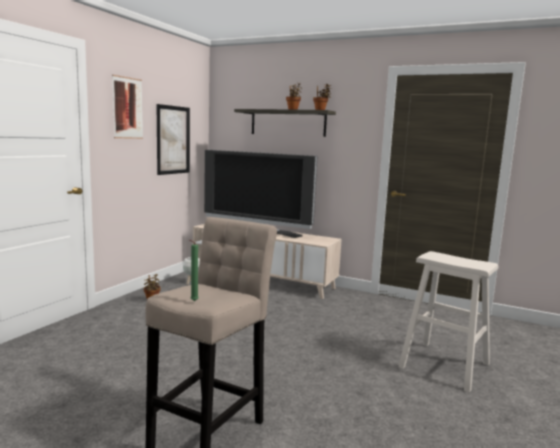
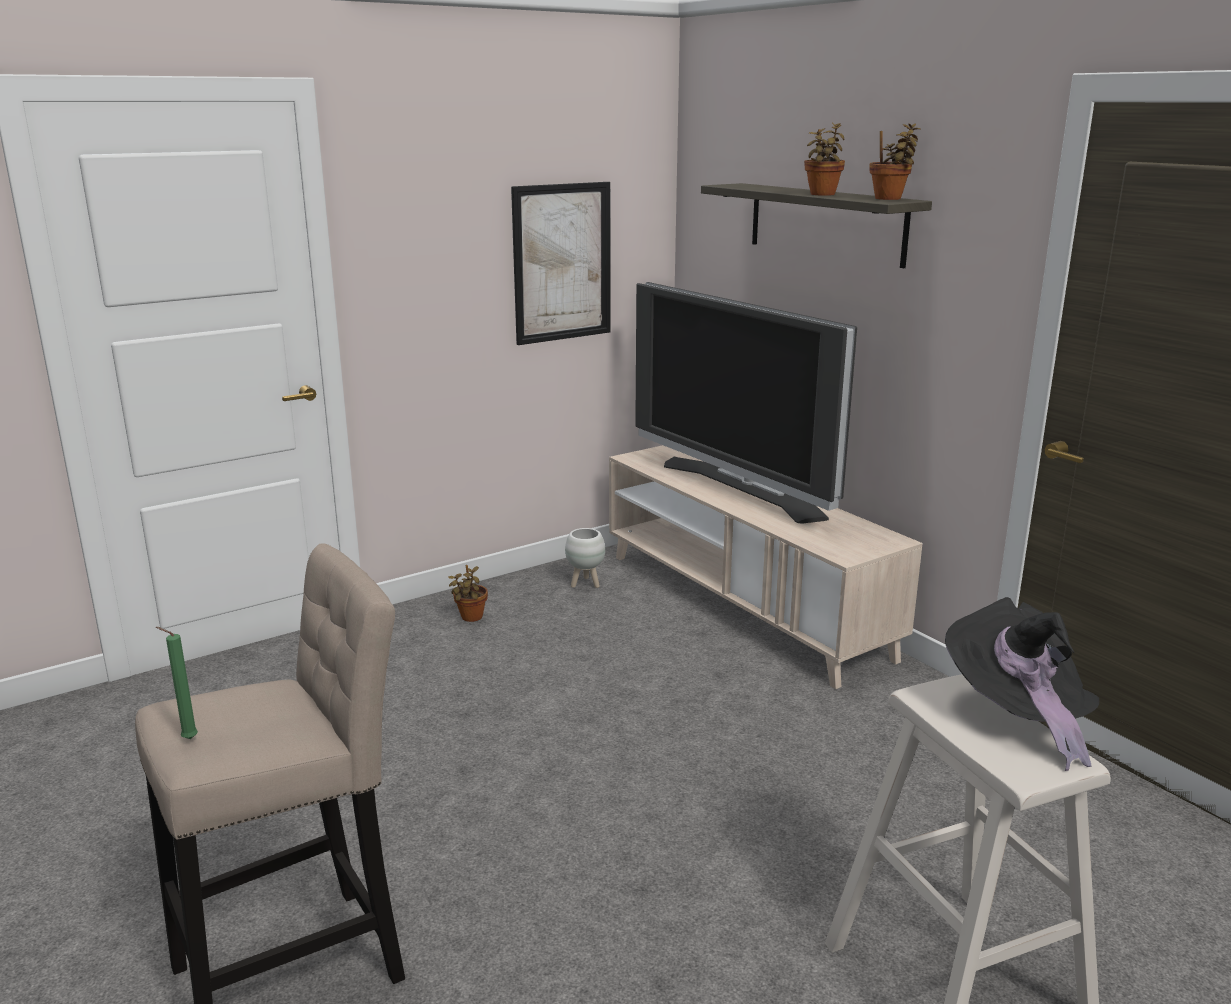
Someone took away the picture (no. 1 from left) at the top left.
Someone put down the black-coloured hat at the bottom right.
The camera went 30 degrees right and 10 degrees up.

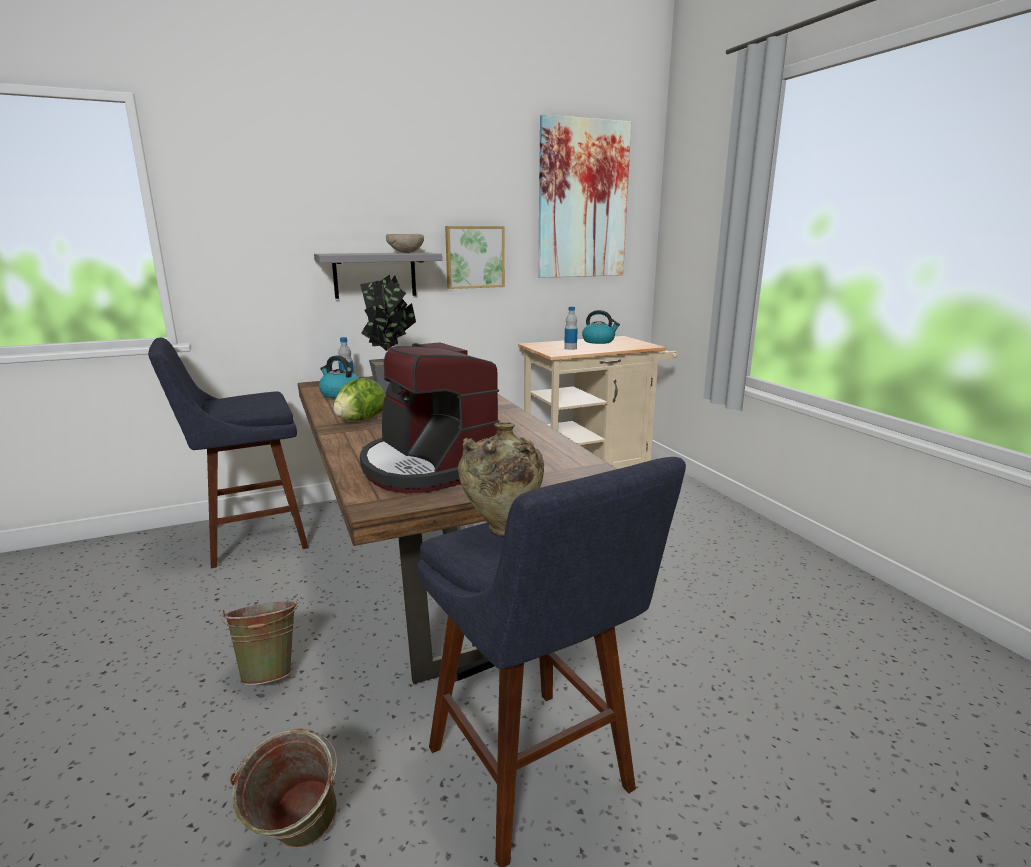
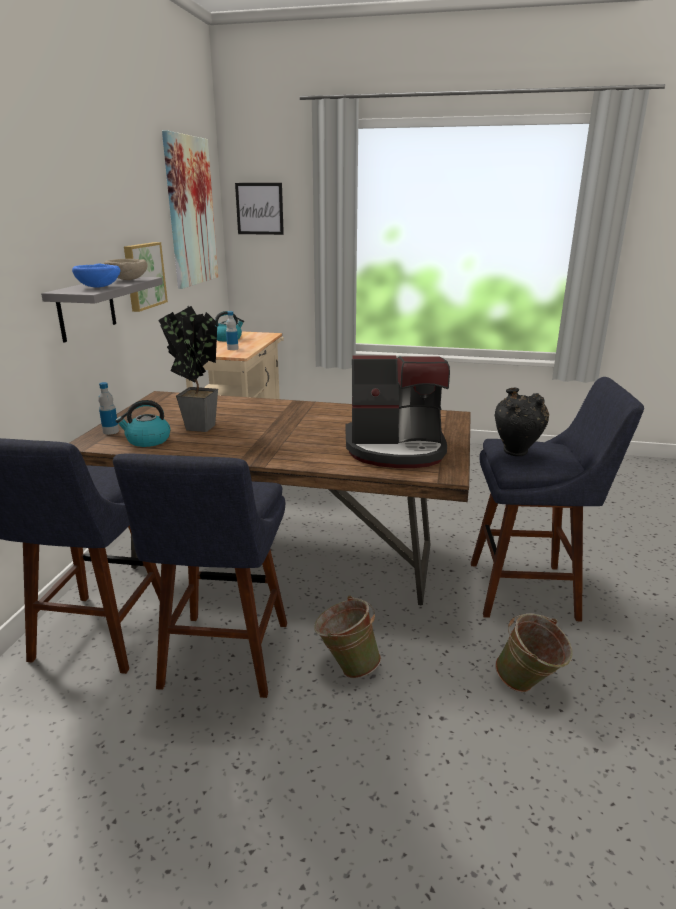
Someone took away the lettuce head at the centre.
Someone repainted the beige-coloured vase at the centre, which became the black-coloured vase at the middle right.
Someone put up the picture (no. 3 from left) at the top centre.
Someone put down the blue bowl at the top left.
Someone put down the blue sitting stool (no. 2 from left) at the middle left.
The camera went 55 degrees left and 5 degrees up.

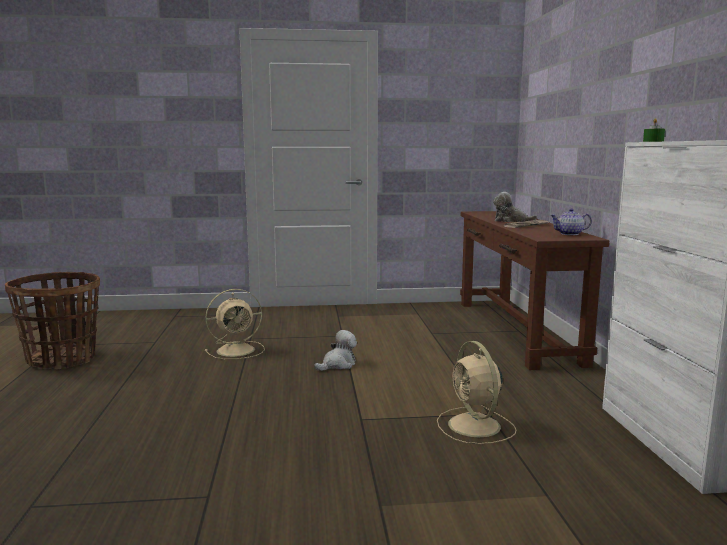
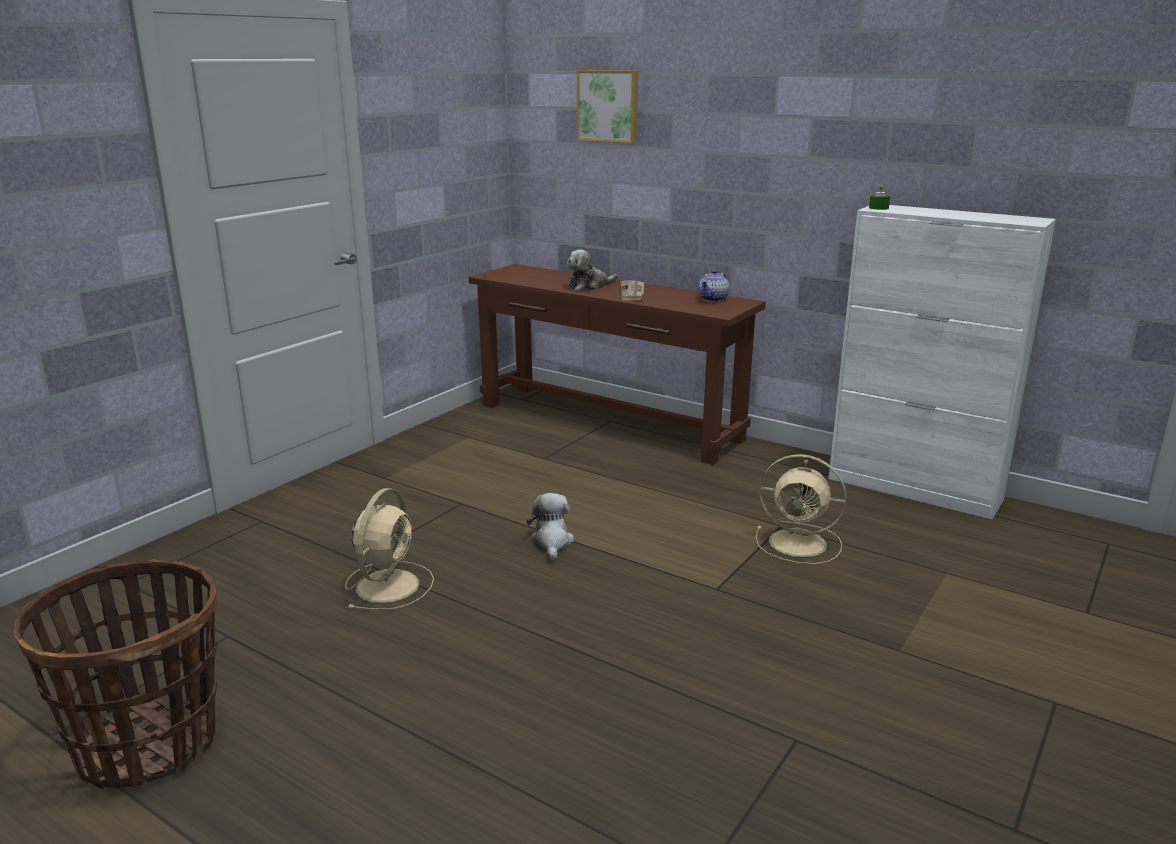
Someone put up the picture at the top centre.
The camera went 50 degrees left and 10 degrees up.

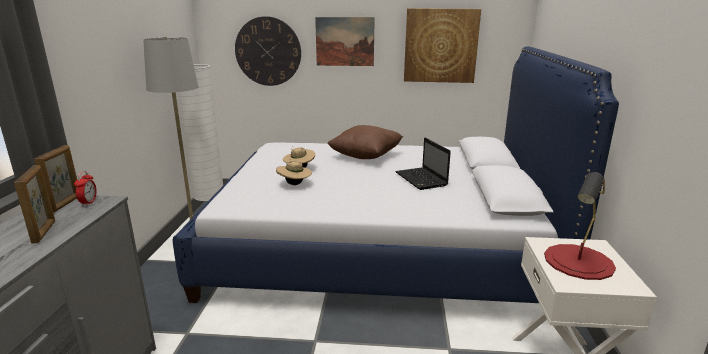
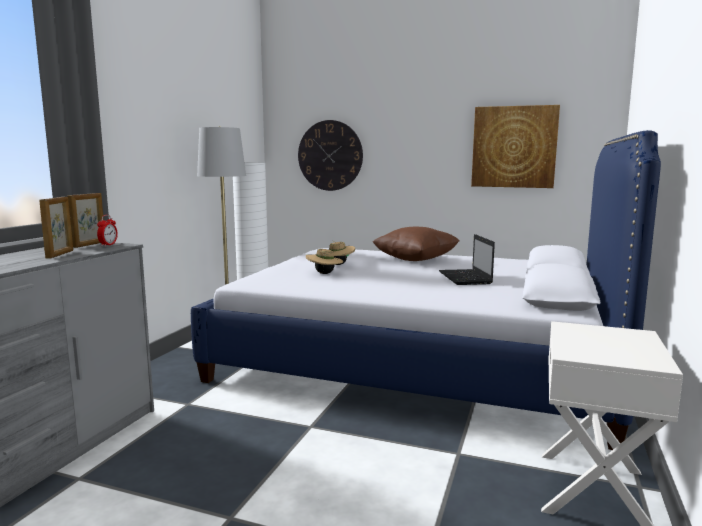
Someone took away the picture (no. 1 from left) at the top centre.
Someone took away the red-coloured lamp for a table at the middle right.
The camera went 15 degrees right and 10 degrees down.

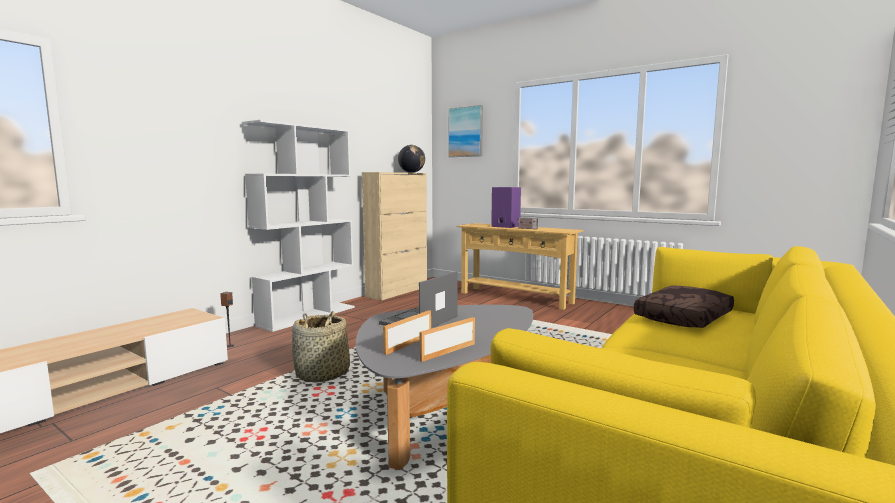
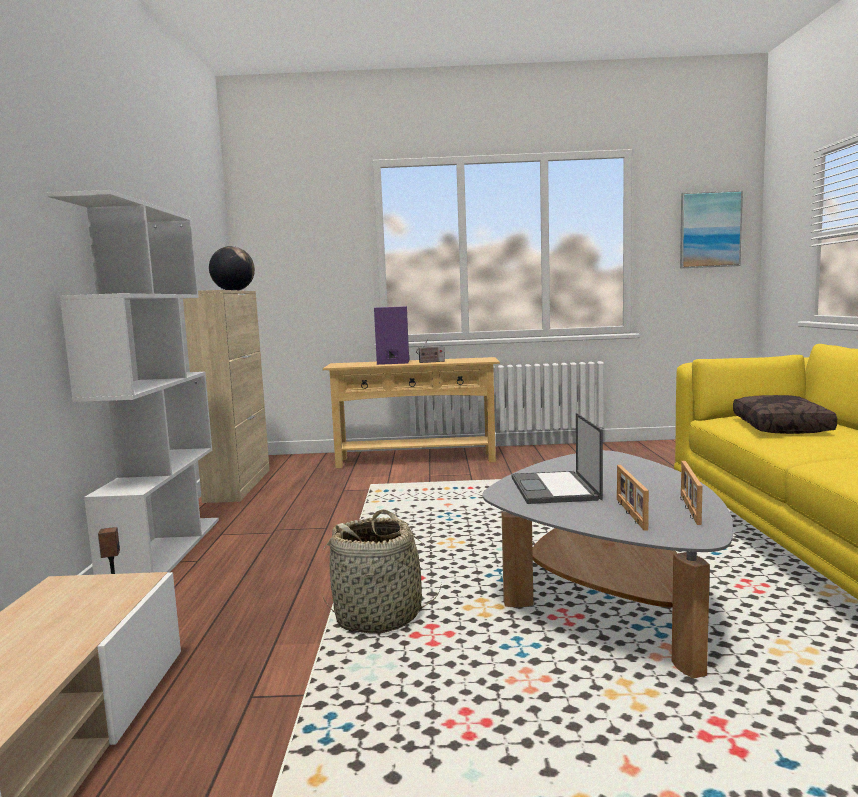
Someone carried the picture from the top centre to the top right.
The camera went 35 degrees left and 0 degrees up.

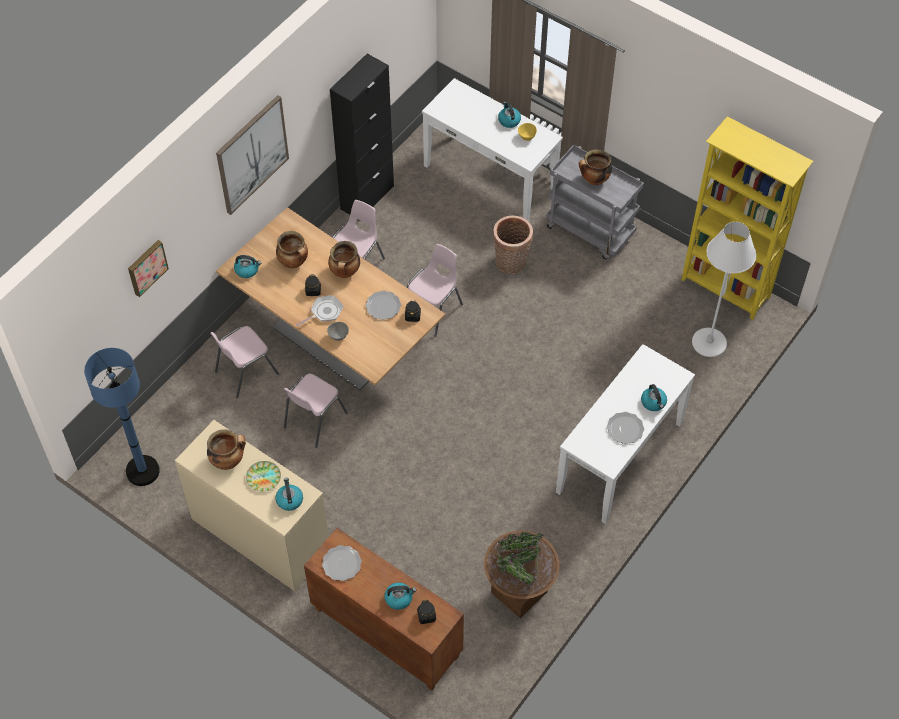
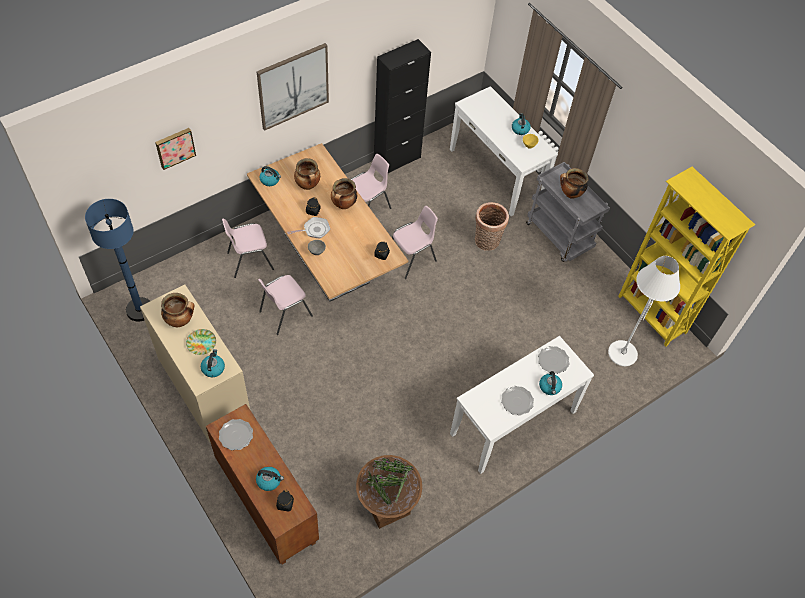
Someone carried the flat dish (no. 3 from left in the first image) from the centre to the middle right.
The camera went 15 degrees right and 0 degrees up.

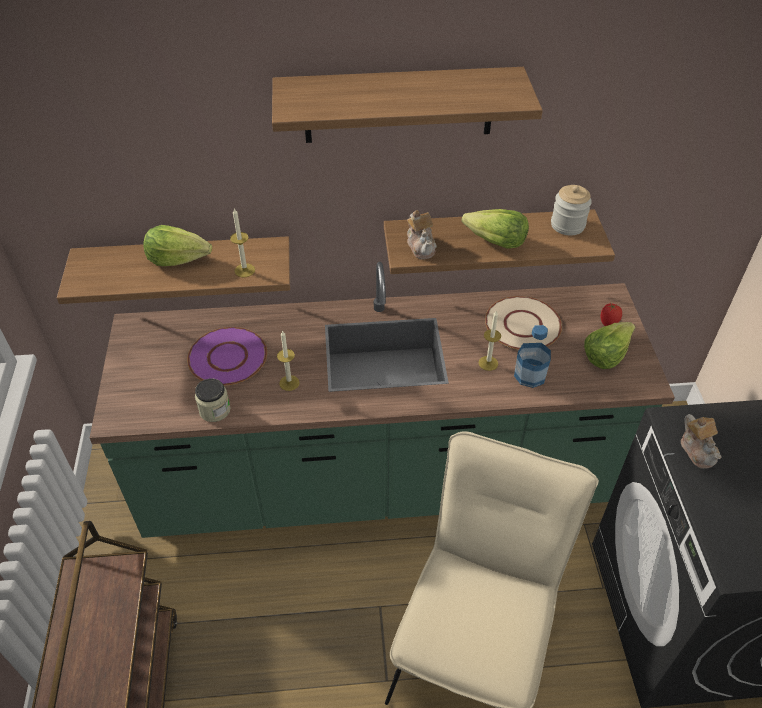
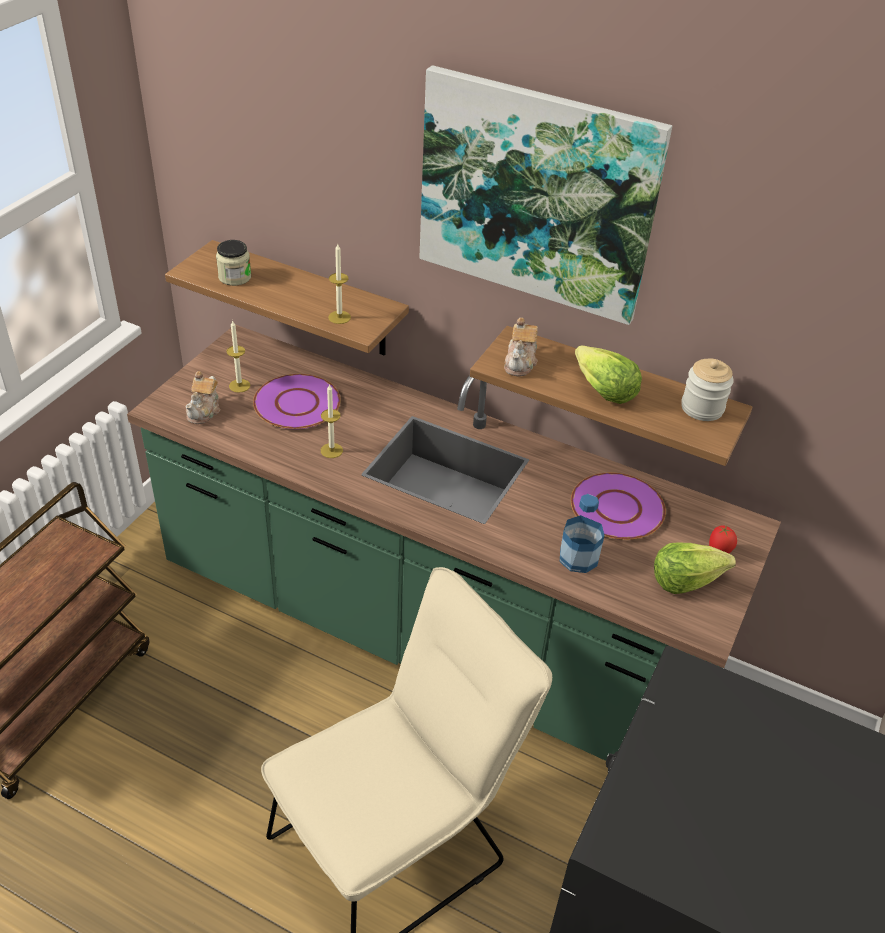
Someone swapped the shelf (no. 2 from left) at the top centre for the picture at the top centre.
Someone took away the lettuce head (no. 1 from left) at the middle left.
Someone repainted the beige-coloured flat dish at the middle right, which became the purplish flat dish (no. 2 from left) at the middle right.
Someone carried the wax candle (no. 3 from left in the first image) from the centre to the middle left.
Someone carried the jar (no. 1 from left) from the middle left to the top left.
Someone carried the teapot (no. 2 from left in the first image) from the middle right to the middle left.
The camera went 30 degrees right and 5 degrees down.

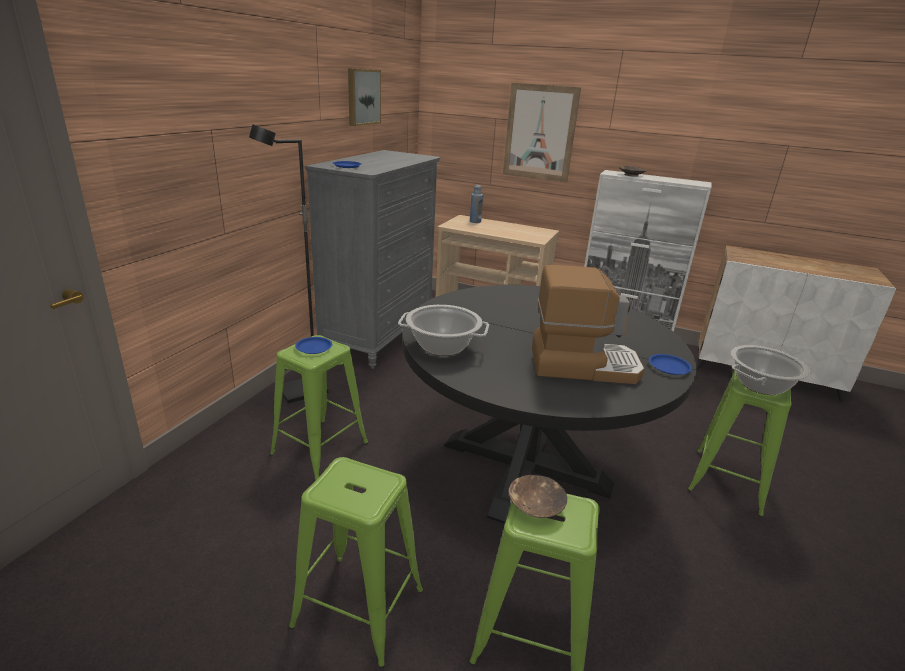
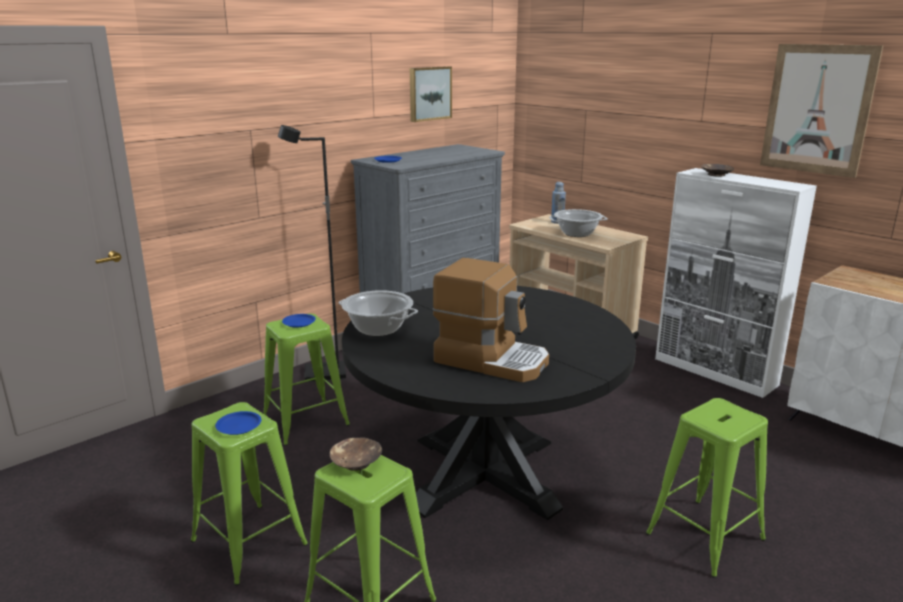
Someone carried the picture (no. 2 from left) from the top centre to the top right.
Someone carried the cooking pot (no. 2 from left) from the middle right to the centre.
Someone carried the blue flat dish (no. 3 from left in the first image) from the middle right to the bottom left.
The camera went 25 degrees right and 5 degrees down.

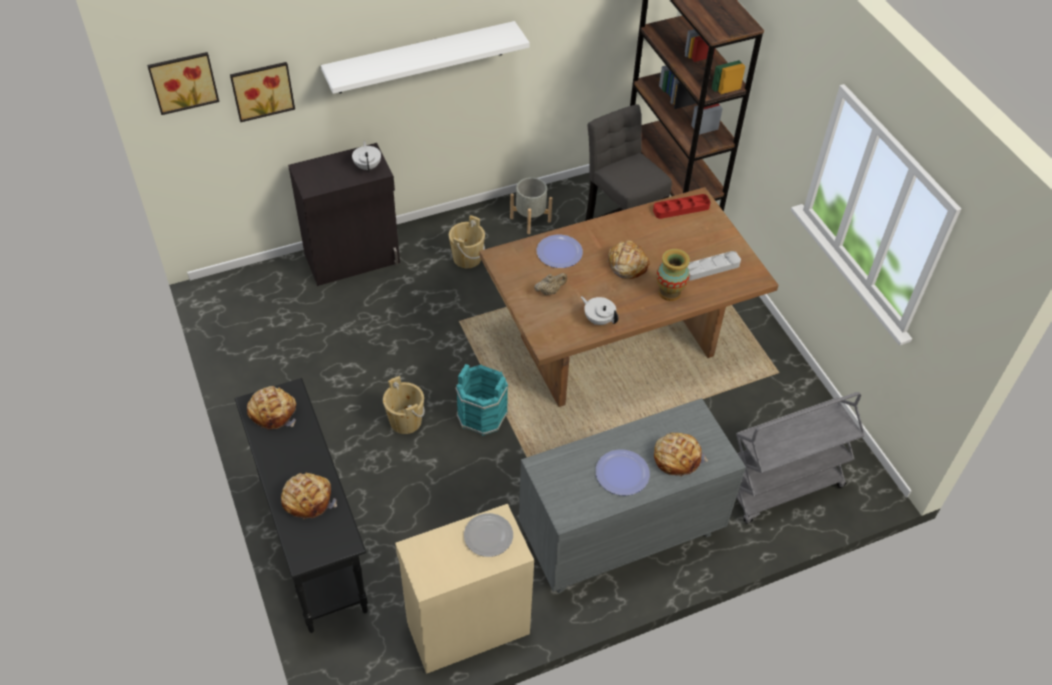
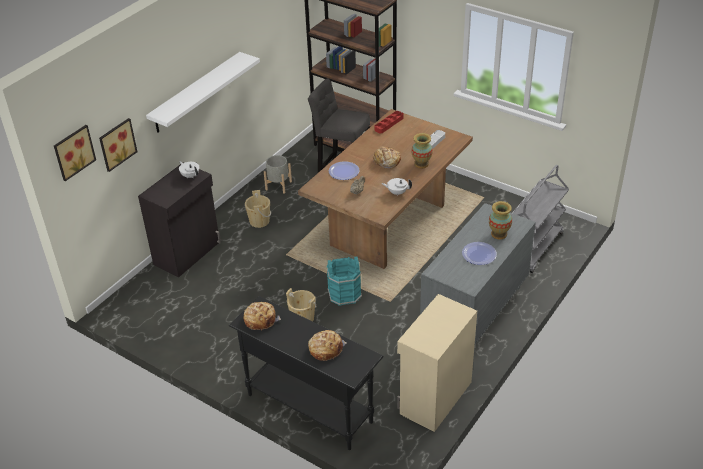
Someone swapped the bread (no. 4 from left) at the centre for the vase (no. 2 from left) at the middle right.
Someone took away the flat dish (no. 1 from left) at the bottom centre.
The camera went 30 degrees left and 10 degrees down.

